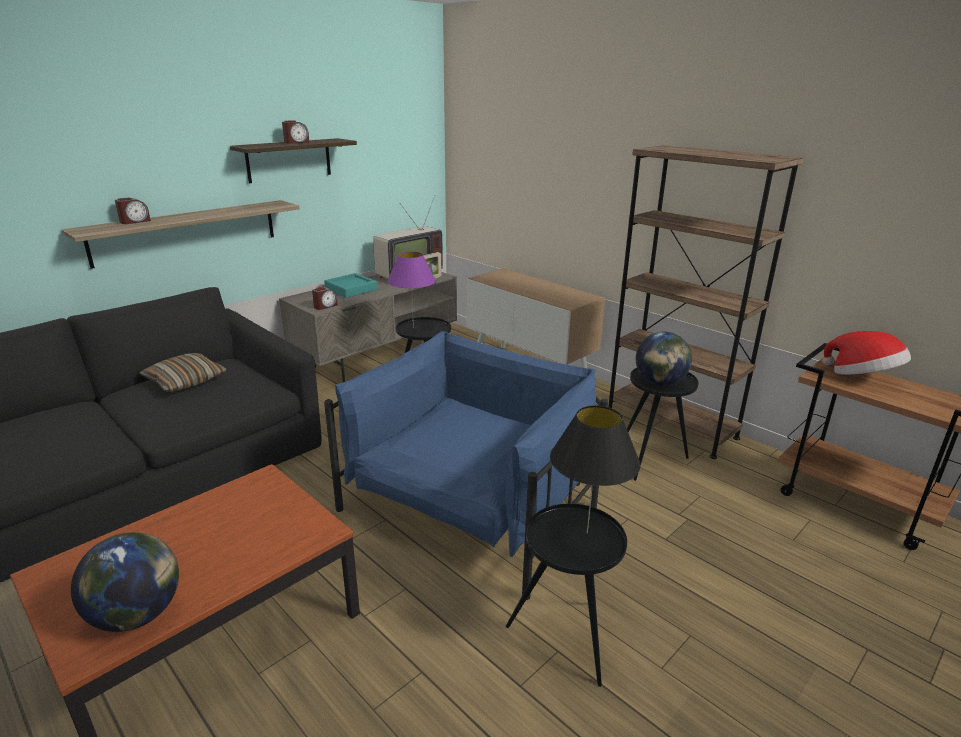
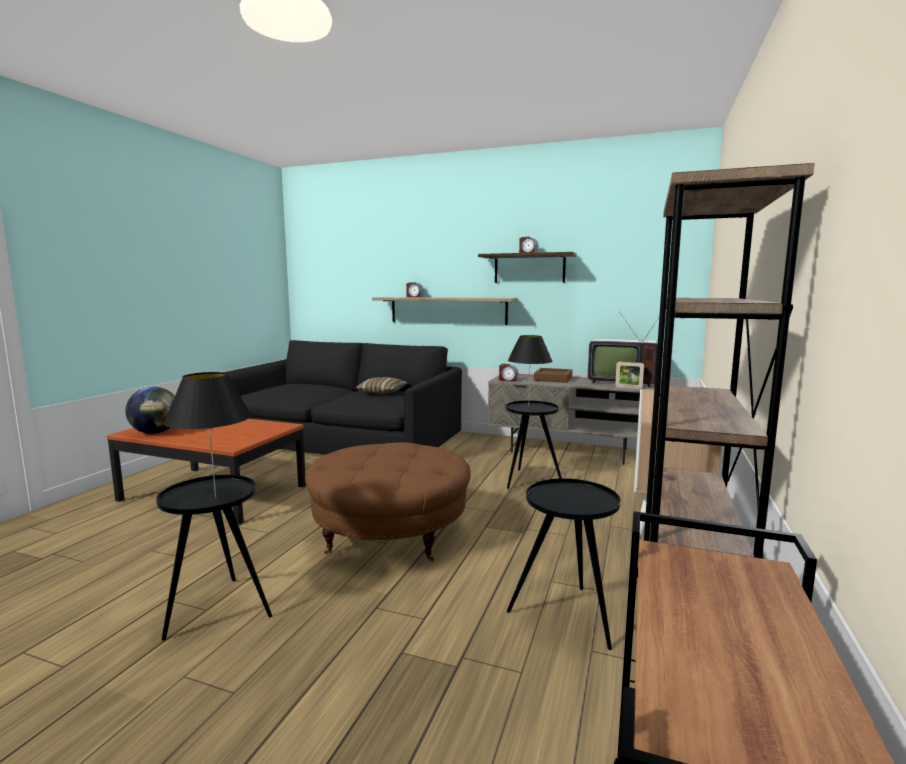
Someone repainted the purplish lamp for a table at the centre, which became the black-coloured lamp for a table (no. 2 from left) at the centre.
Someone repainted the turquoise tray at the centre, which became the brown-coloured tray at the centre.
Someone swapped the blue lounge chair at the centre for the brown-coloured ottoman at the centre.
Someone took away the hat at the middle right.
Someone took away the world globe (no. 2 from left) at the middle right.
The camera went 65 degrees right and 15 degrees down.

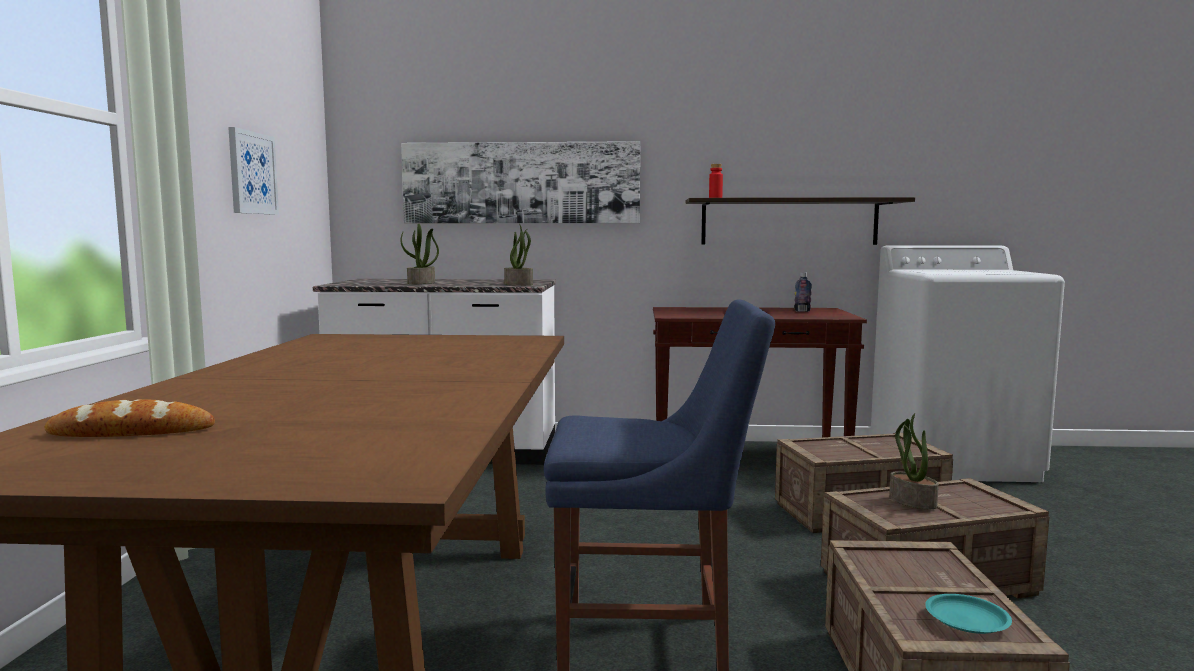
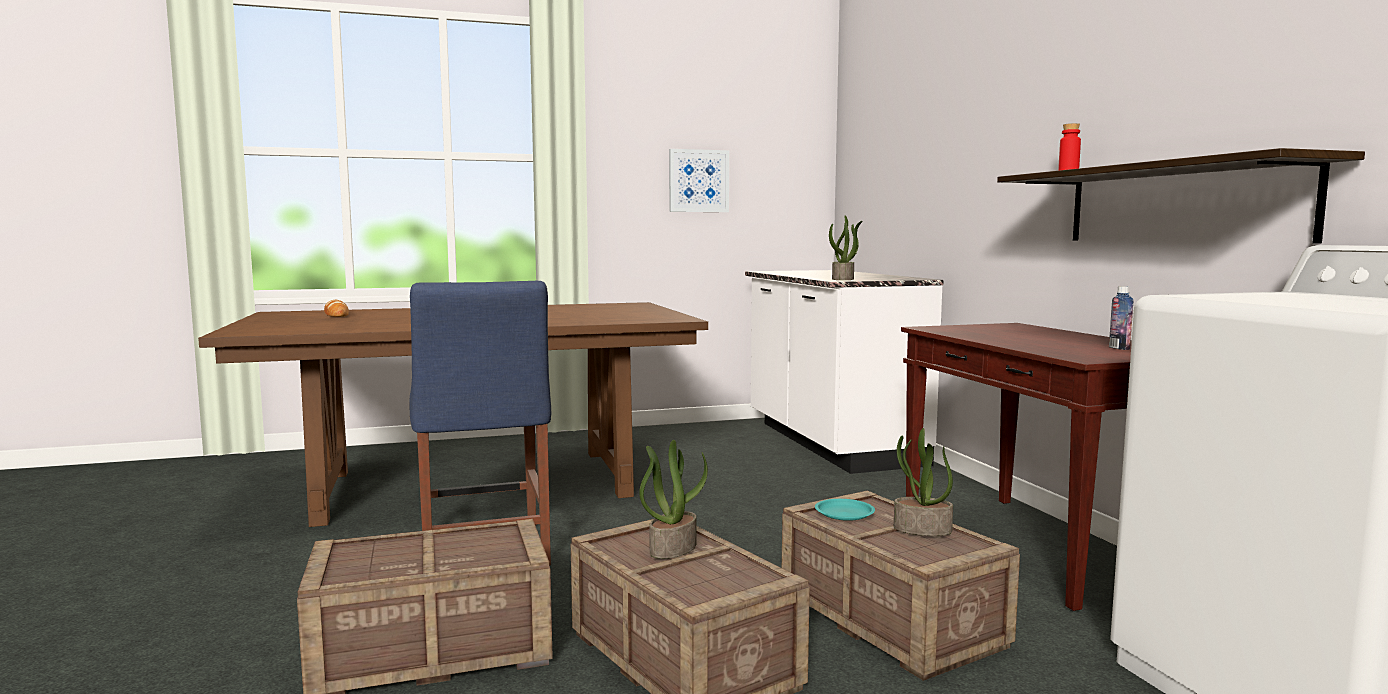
Someone took away the picture (no. 2 from left) at the top centre.
Someone carried the plant in a pot (no. 1 from left in the first image) from the centre to the bottom centre.
Someone carried the turquoise flat dish from the bottom right to the bottom centre.
The camera went 70 degrees right and 0 degrees up.

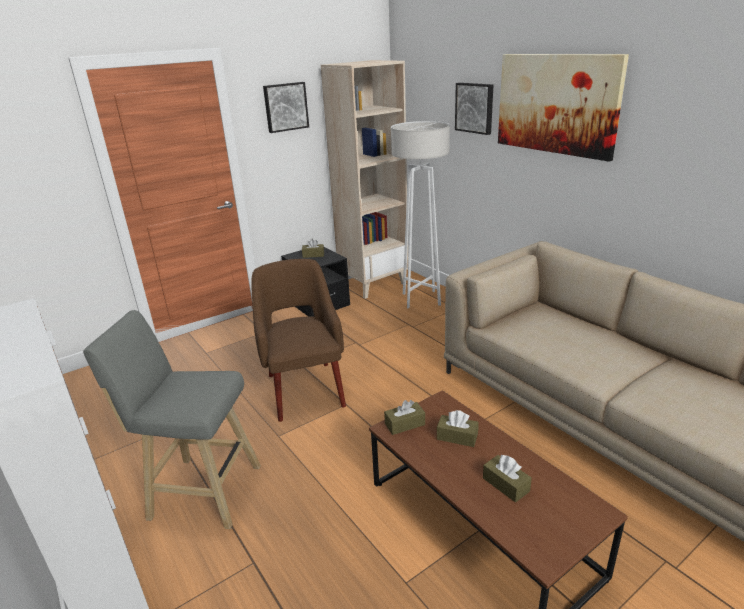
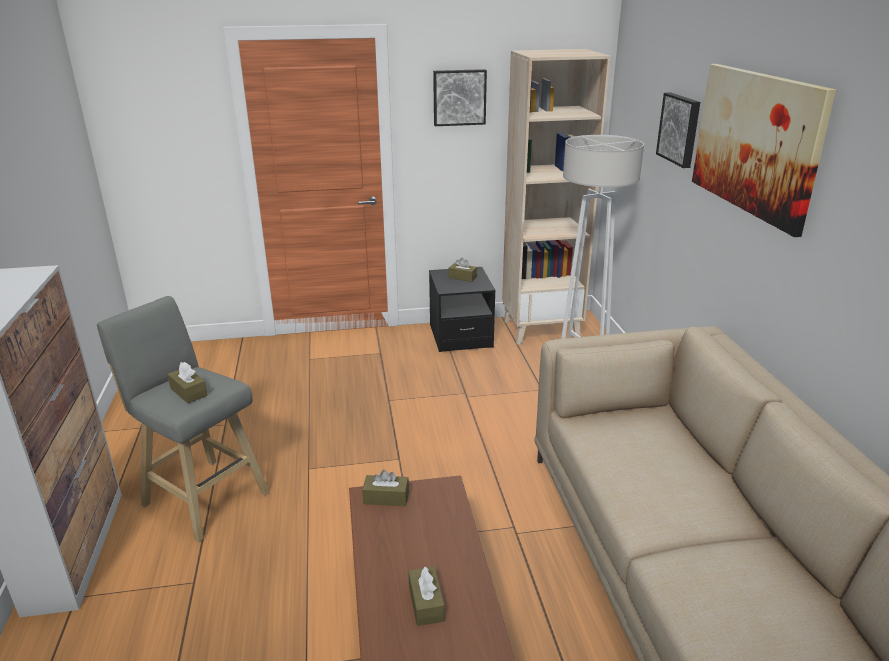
Someone took away the brown-coloured lounge chair at the centre.
Someone carried the brown-coloured tissue holder (no. 3 from left in the first image) from the bottom centre to the middle left.
The camera went 25 degrees right and 0 degrees up.

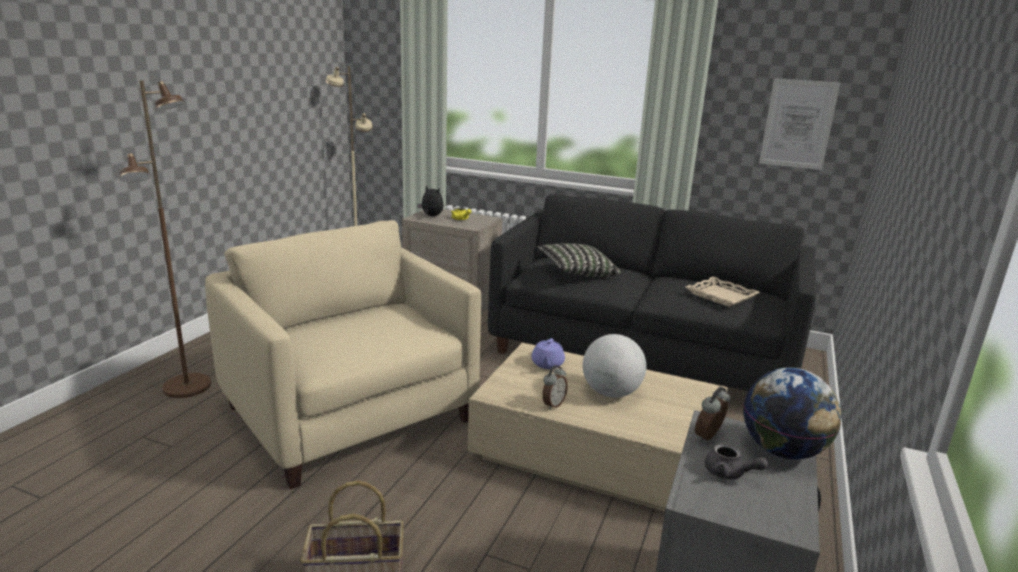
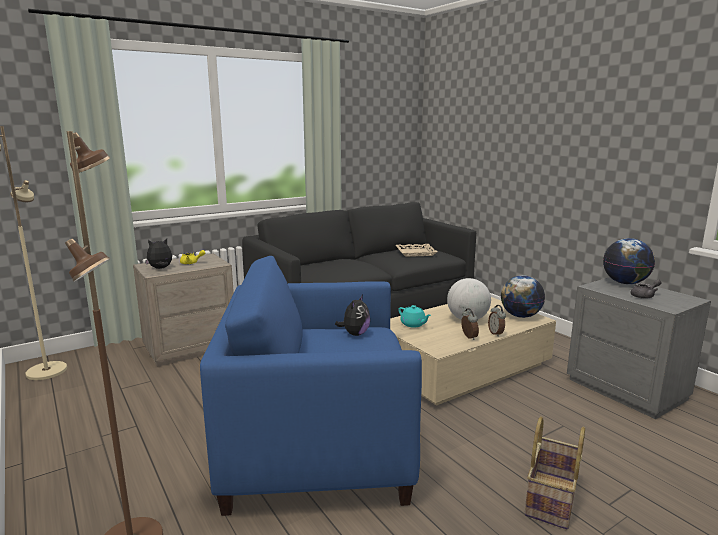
Someone took away the picture at the top right.
Someone repainted the beige-coloured lounge chair at the centre, which became the blue lounge chair at the bottom centre.
Someone took away the pillow at the centre.
Someone repainted the purplish teapot at the centre, which became the turquoise teapot at the centre.
Someone carried the bedside clock (no. 2 from left) from the bottom right to the middle right.
Someone put down the world globe (no. 2 from left) at the middle right.
Someone put down the soft toy (no. 2 from left) at the centre.
The camera went 55 degrees left and 5 degrees down.

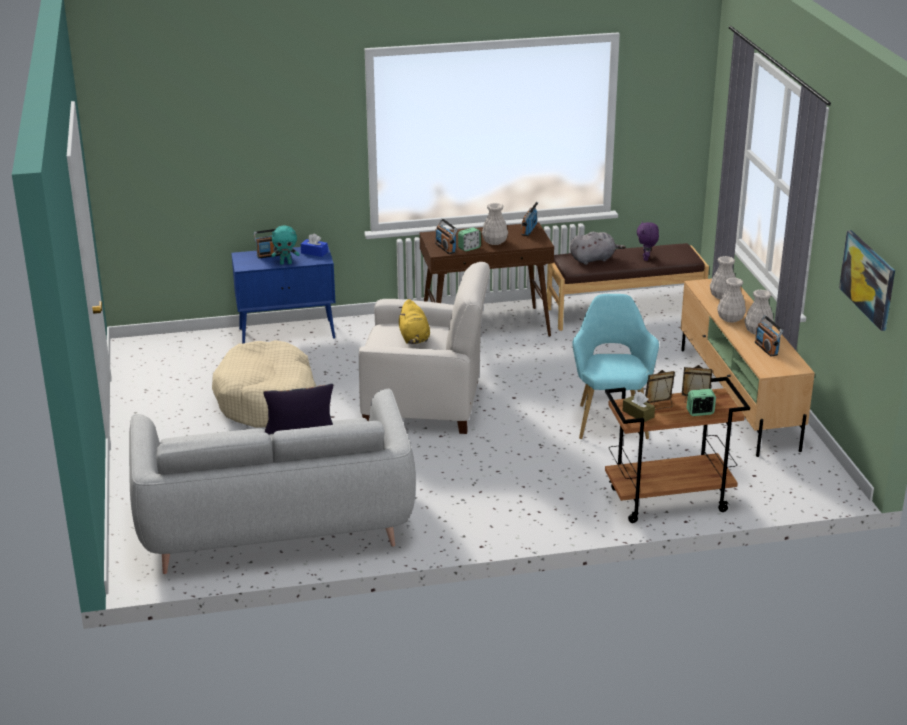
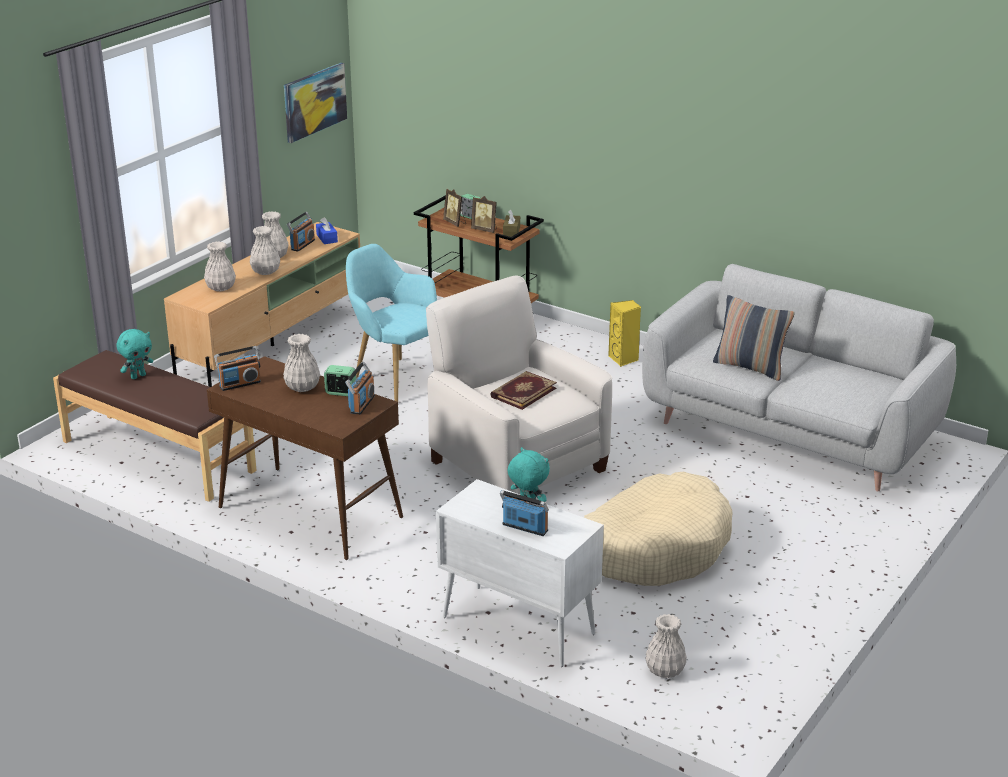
Someone repainted the purplish soft toy at the top right, which became the turquoise soft toy (no. 1 from left) at the middle left.
Someone took away the greyish soft toy at the centre.
Someone carried the blue tissue holder from the centre to the top left.
Someone repainted the blue cupboard at the middle left, which became the white-coloured cupboard at the bottom centre.
Someone rotated the turquoise lounge chair at the middle right by 90 degrees clockwise.
Someone swapped the yellow soft toy at the centre for the volume at the centre.
Someone put down the yellow speaker at the centre.
Someone put down the white-coloured vase (no. 5 from left) at the bottom centre.
The camera went 135 degrees left and 0 degrees up.

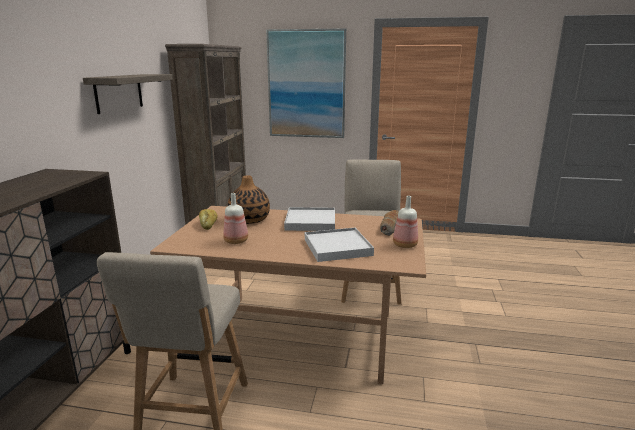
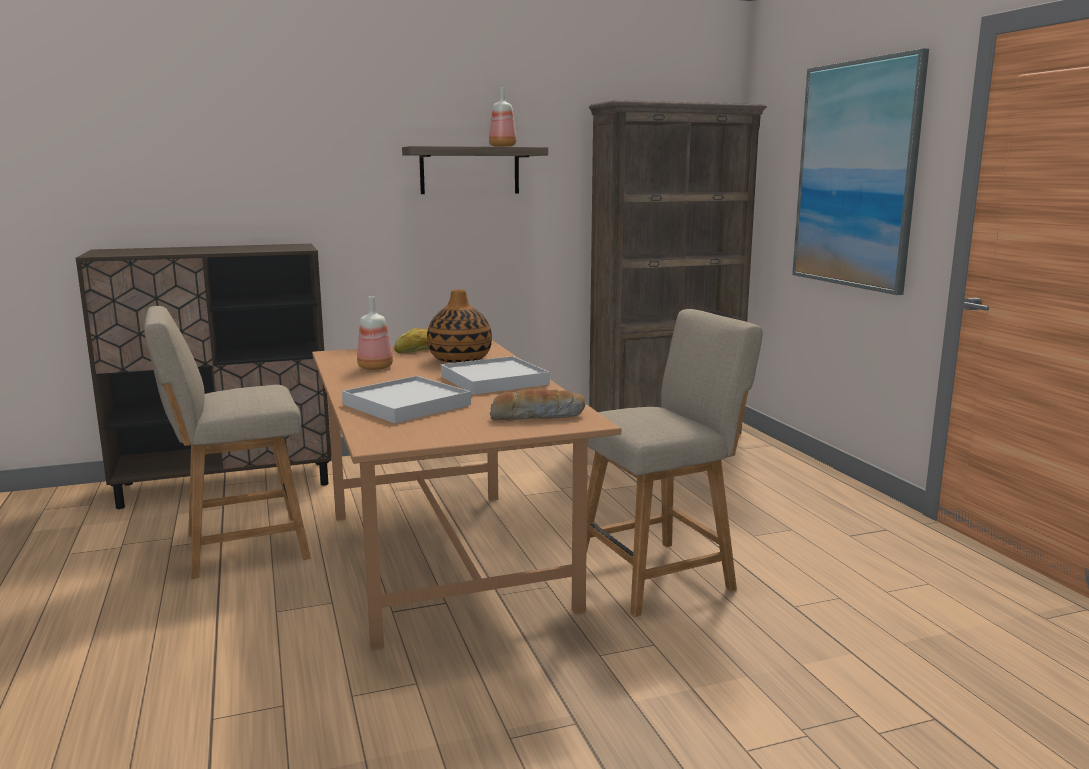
Someone carried the drink bottle (no. 2 from left) from the centre to the top centre.
The camera went 60 degrees right and 5 degrees down.

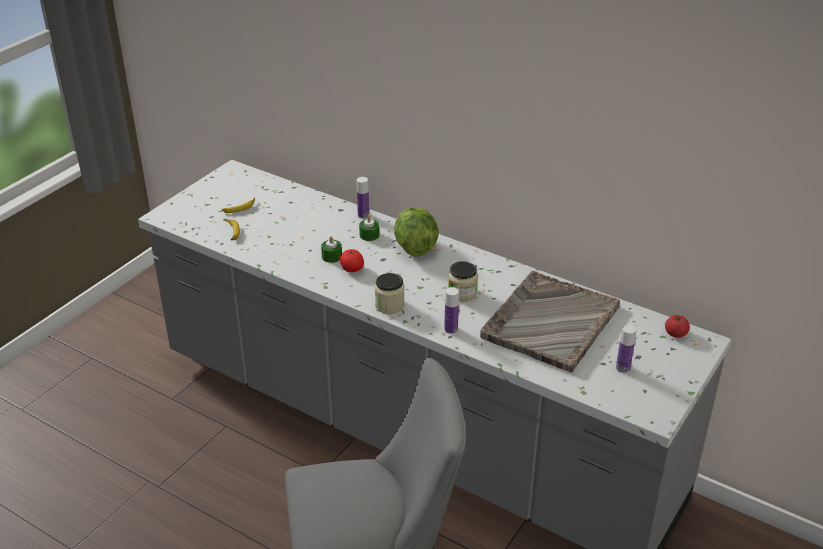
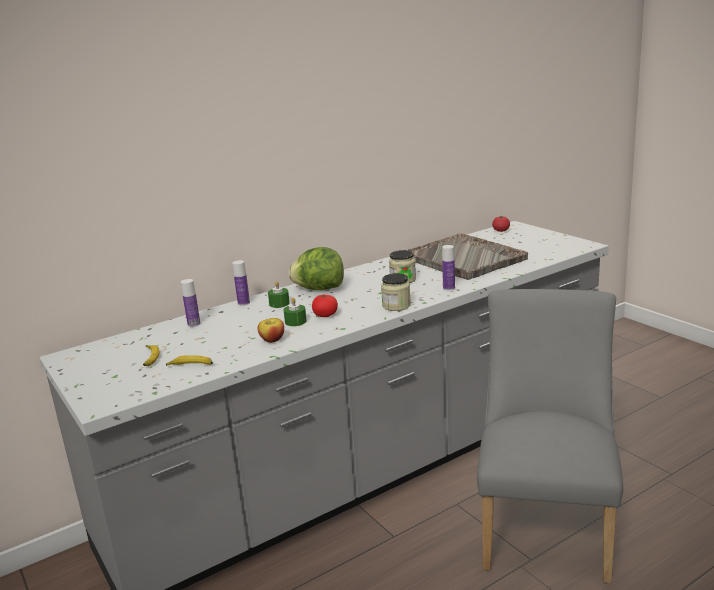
Someone carried the drink bottle (no. 3 from left in the first image) from the middle right to the middle left.
Someone put down the whole apple at the centre.
The camera went 65 degrees left and 15 degrees down.

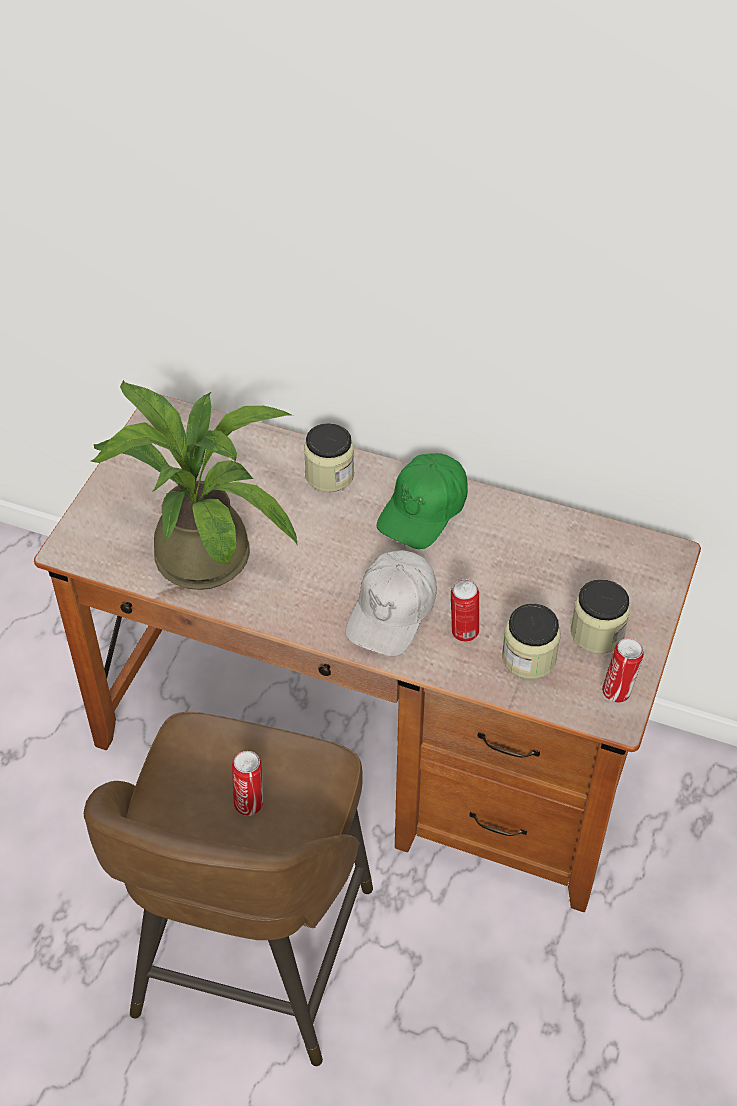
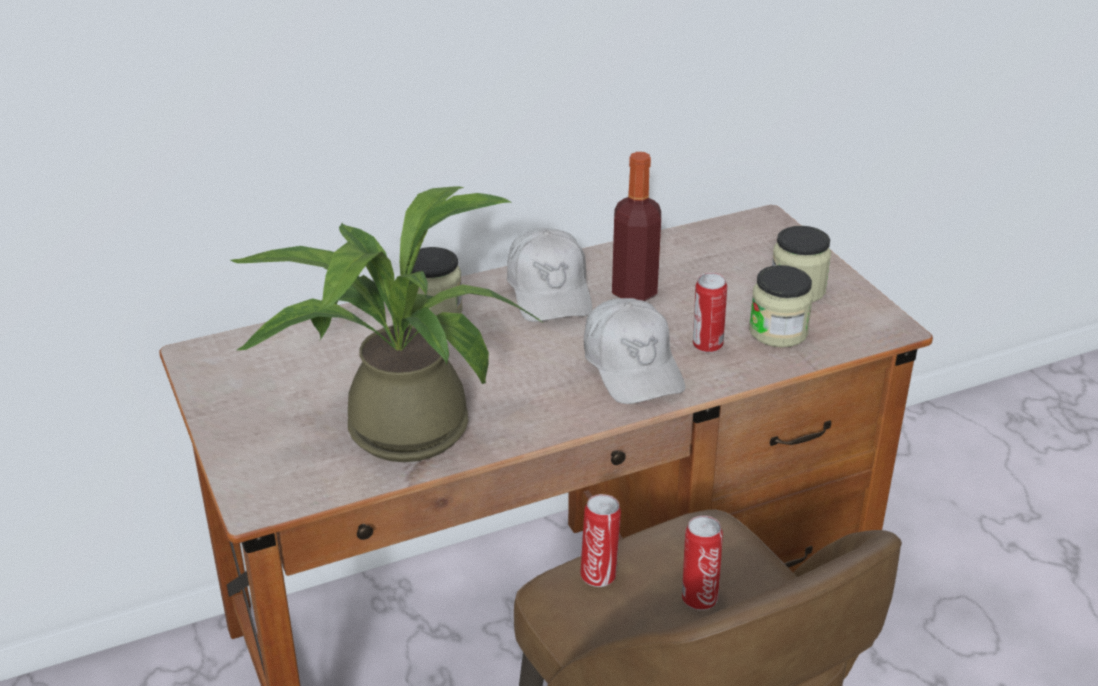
Someone repainted the green-coloured peaked cap at the centre, which became the white-coloured peaked cap (no. 1 from left) at the centre.
Someone carried the metal can (no. 3 from left in the first image) from the middle right to the bottom centre.
Someone put down the drink bottle at the top centre.
The camera went 45 degrees left and 15 degrees down.

